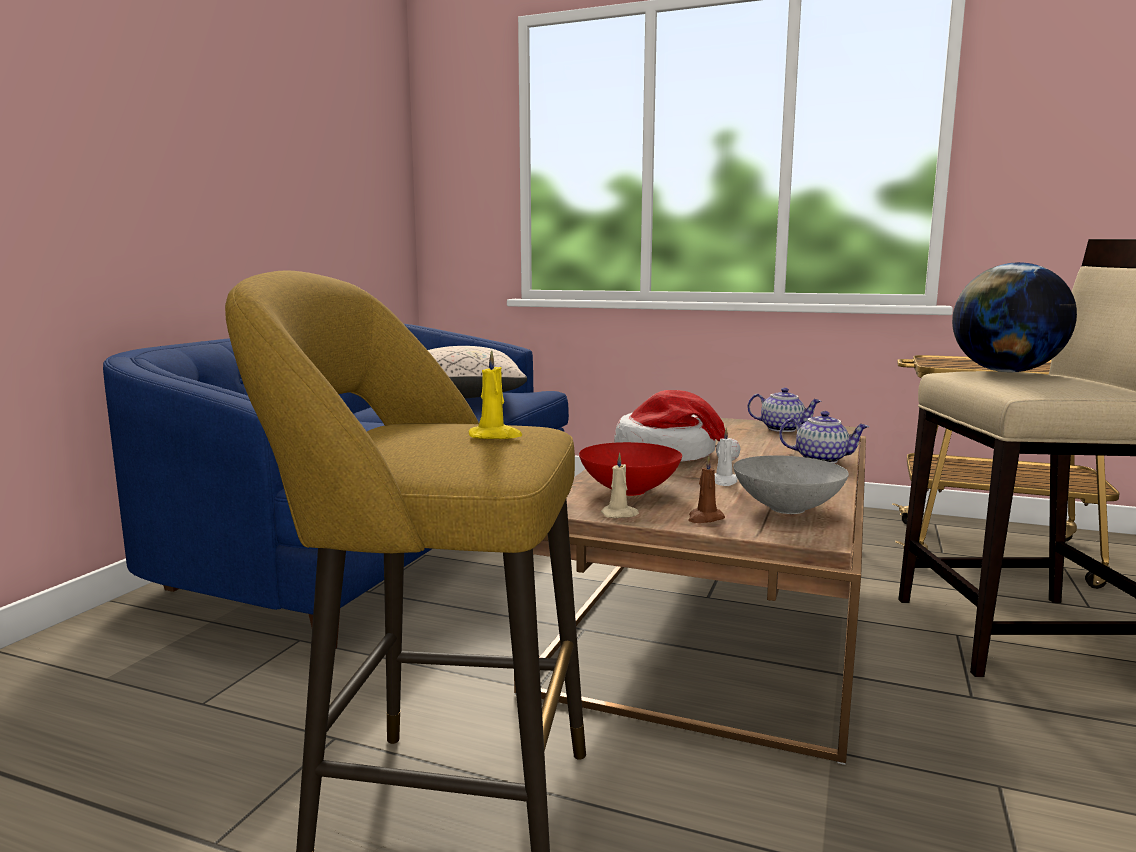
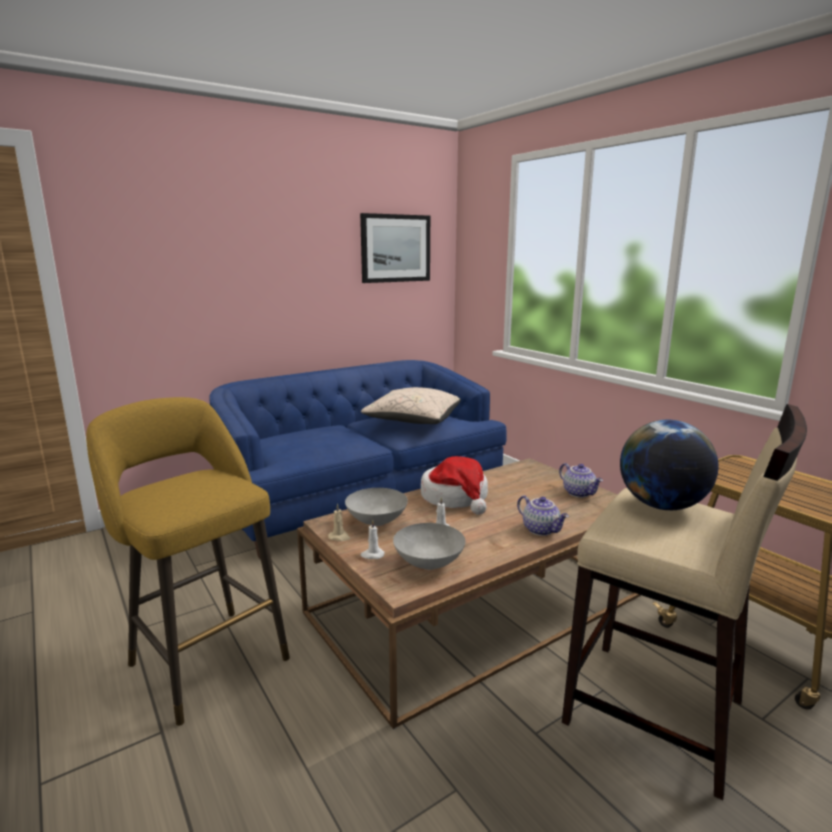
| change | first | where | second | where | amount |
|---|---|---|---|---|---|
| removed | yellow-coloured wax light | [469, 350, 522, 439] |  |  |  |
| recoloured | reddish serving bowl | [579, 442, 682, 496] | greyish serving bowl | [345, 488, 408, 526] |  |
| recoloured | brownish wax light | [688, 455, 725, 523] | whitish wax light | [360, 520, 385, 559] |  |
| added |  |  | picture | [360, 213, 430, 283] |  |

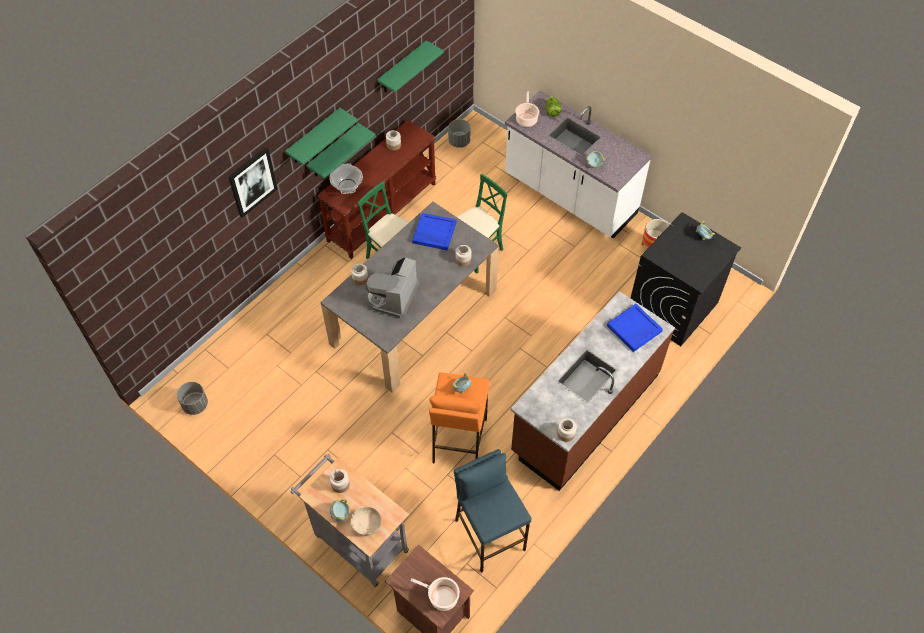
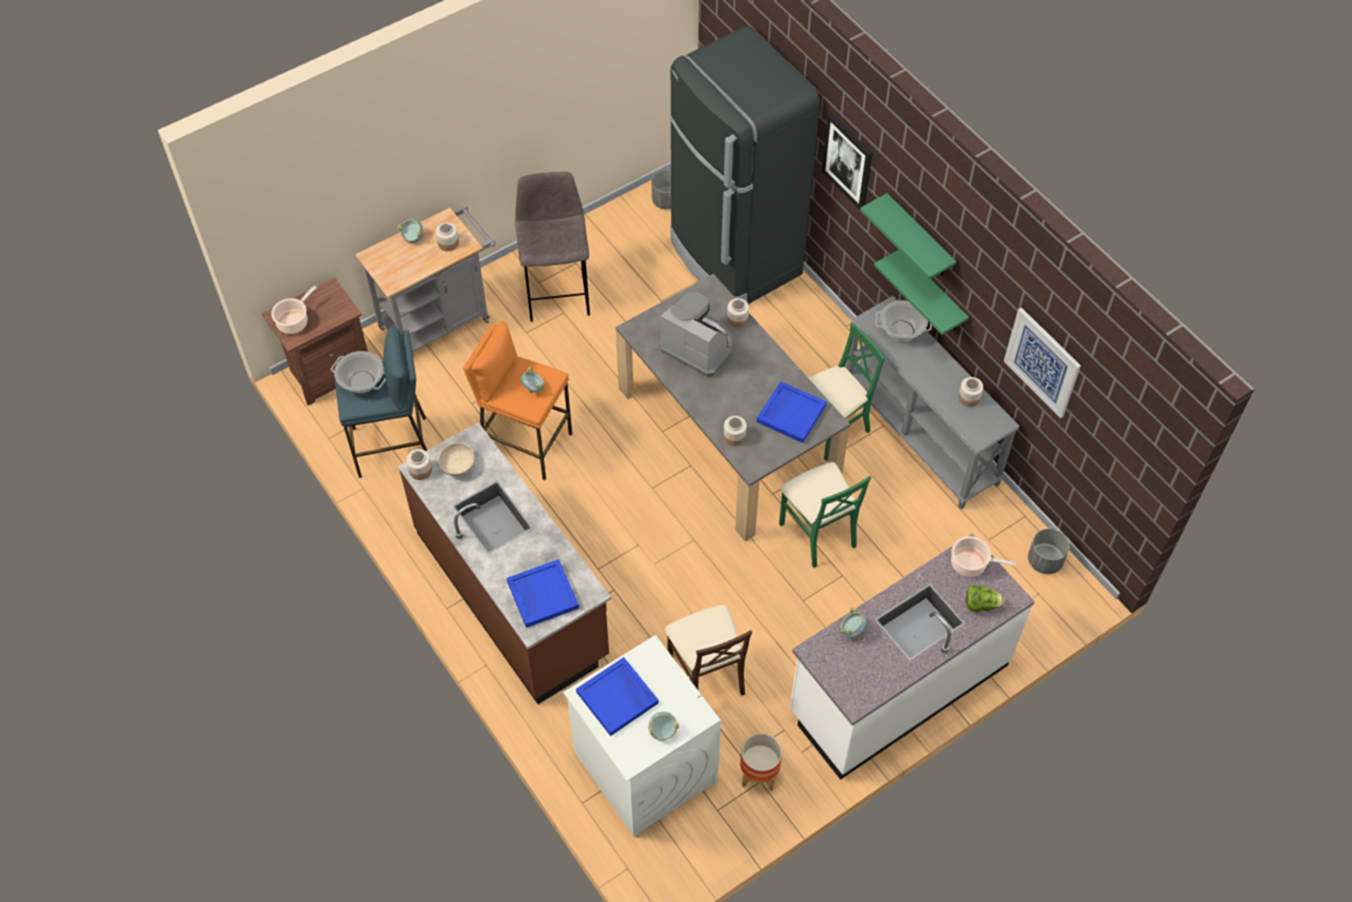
| change | first | where | second | where | amount |
|---|---|---|---|---|---|
| replaced | green-coloured shelf | [377, 40, 444, 92] | picture | [1004, 307, 1081, 418] |  |
| recoloured | brownish console table | [317, 120, 436, 259] | greyish console table | [846, 296, 1019, 509] |  |
| recoloured | blackish laundry appliance | [631, 212, 741, 346] | whitish laundry appliance | [563, 635, 721, 837] |  |
| moved | beige serving bowl | [350, 507, 381, 536] |  | [438, 443, 475, 477] |  |
| added |  |  | blackish refrigerator | [670, 26, 820, 304] |  |
| added |  |  | greyish stool seat | [515, 172, 590, 322] |  |
| added |  |  | cooking pot | [331, 351, 386, 393] |  |
| added |  |  | beige upright chair | [665, 605, 752, 696] |  |
| added |  |  | blue-coloured carrying tray | [576, 657, 659, 736] |  |

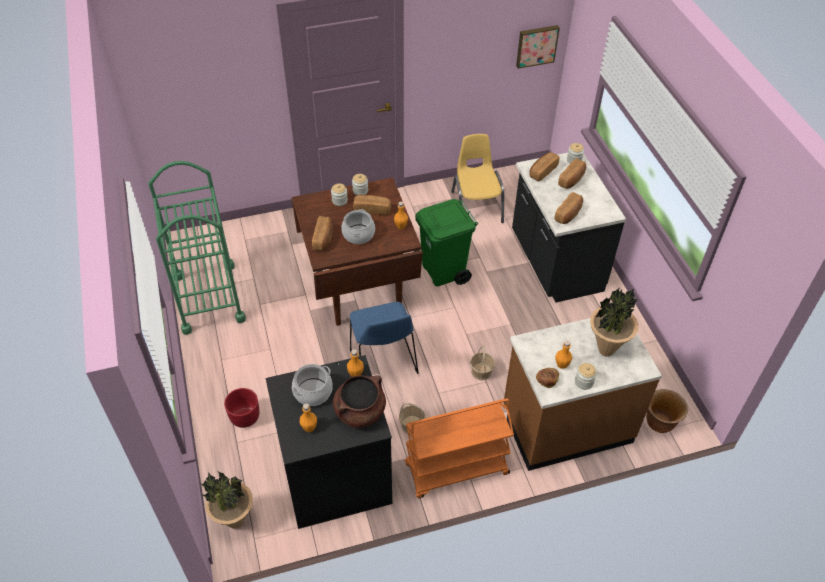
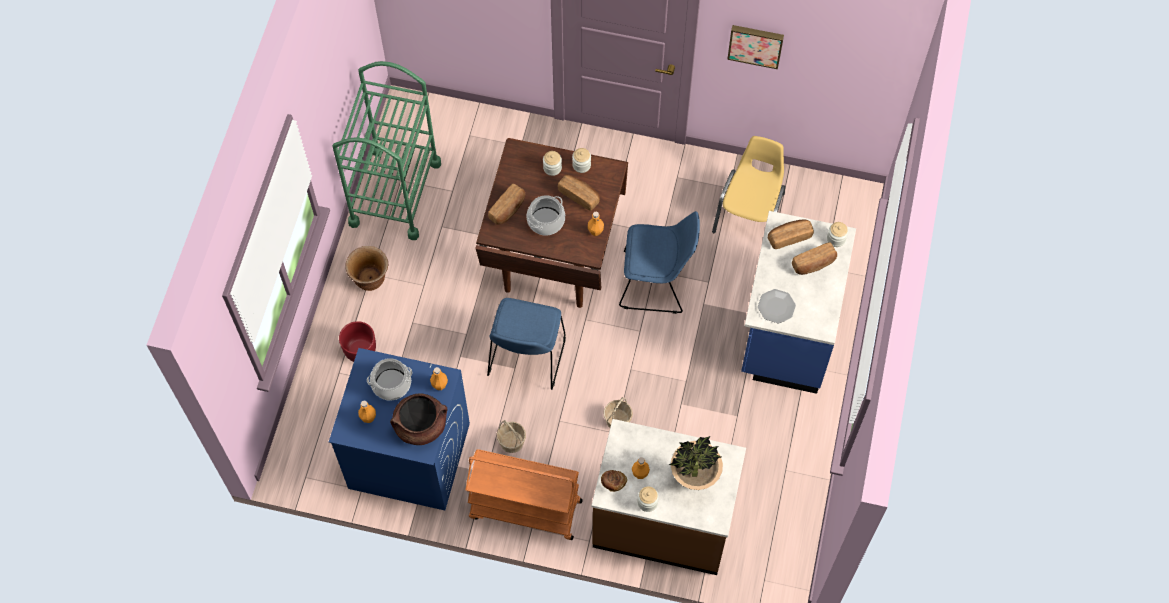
| change | first | where | second | where | amount |
|---|---|---|---|---|---|
| moved | picture | [516, 25, 560, 69] |  | [727, 25, 784, 69] |  |
| recoloured | blackish counter | [512, 153, 626, 302] | blue-coloured counter | [741, 211, 856, 394] |  |
| replaced | baked bread | [554, 192, 583, 224] | plate | [758, 289, 796, 323] |  |
| replaced | green-coloured rubbish bin | [415, 199, 478, 287] | blue-coloured upright chair | [619, 211, 700, 314] |  |
| recoloured | blackish laundry appliance | [265, 355, 392, 529] | blue-coloured laundry appliance | [329, 348, 470, 510] |  |
| moved | brownish plant pot | [646, 389, 688, 433] |  | [345, 246, 388, 291] |  |
| removed | plant in a pot | [201, 471, 253, 529] |  |  |  |

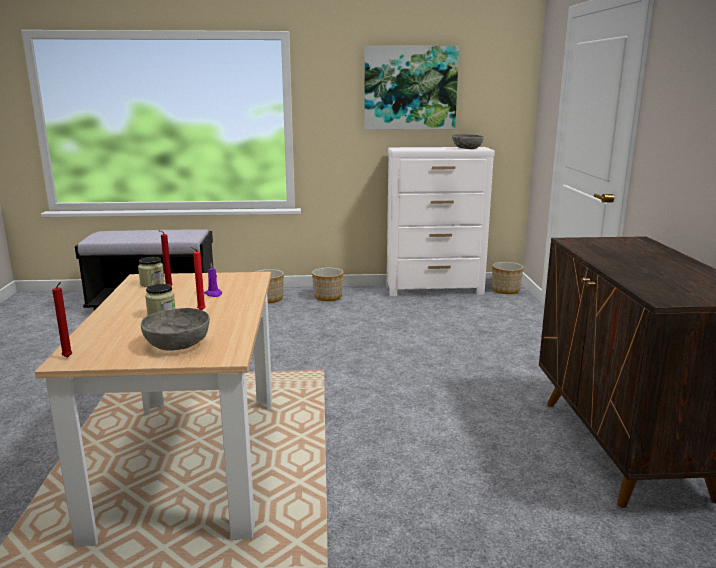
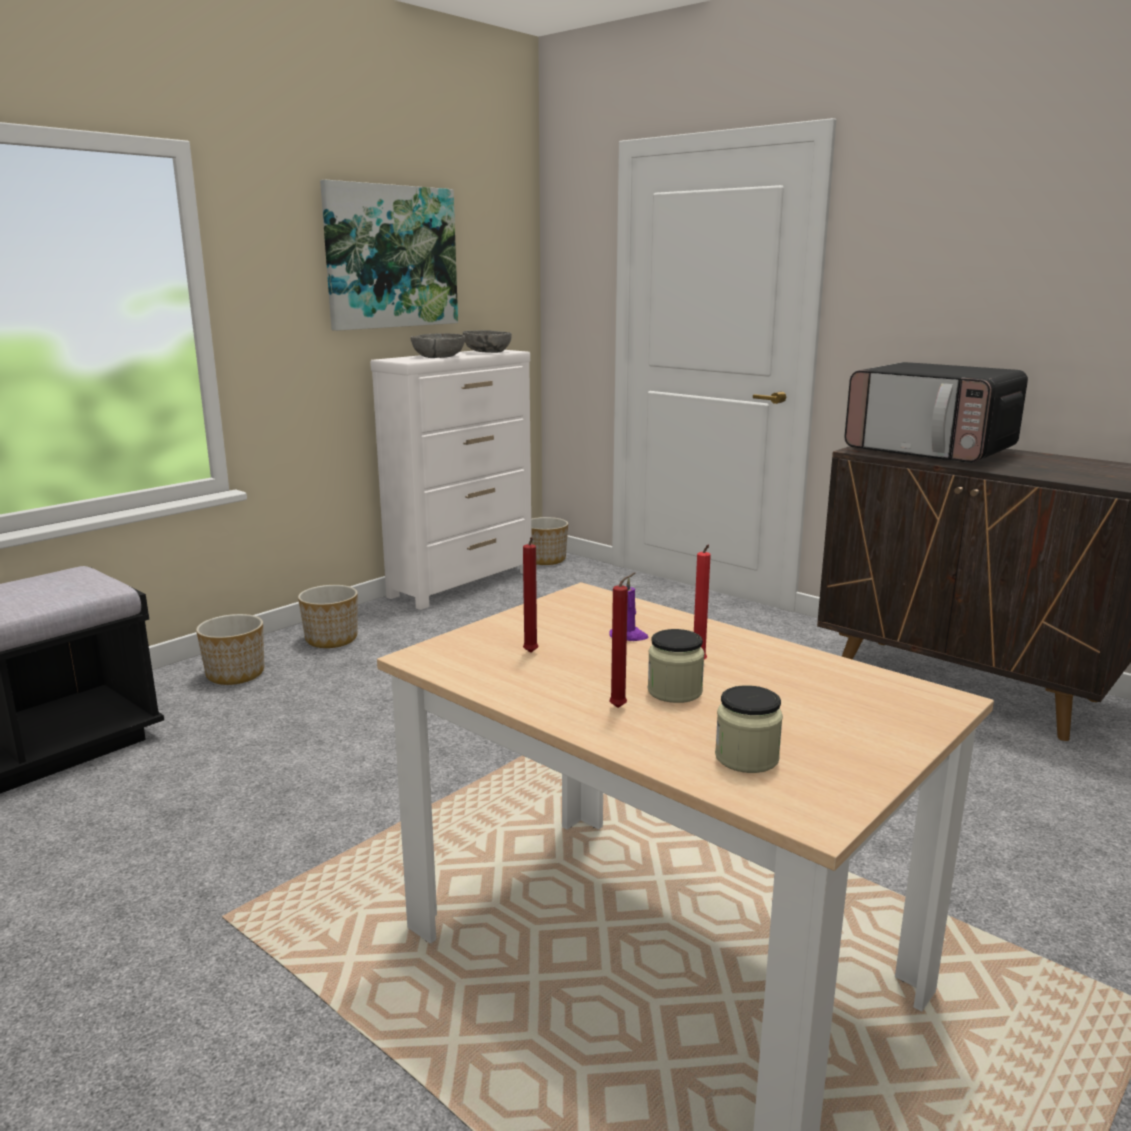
| change | first | where | second | where | amount |
|---|---|---|---|---|---|
| moved | jar | [138, 257, 165, 287] |  | [715, 685, 783, 773] |  |
| moved | reddish wax light | [52, 282, 72, 358] |  | [610, 573, 636, 708] |  |
| moved | greyish serving bowl | [141, 308, 210, 351] |  | [411, 333, 465, 358] |  |
| added |  |  | kitchen microwave | [845, 362, 1028, 463] |  |

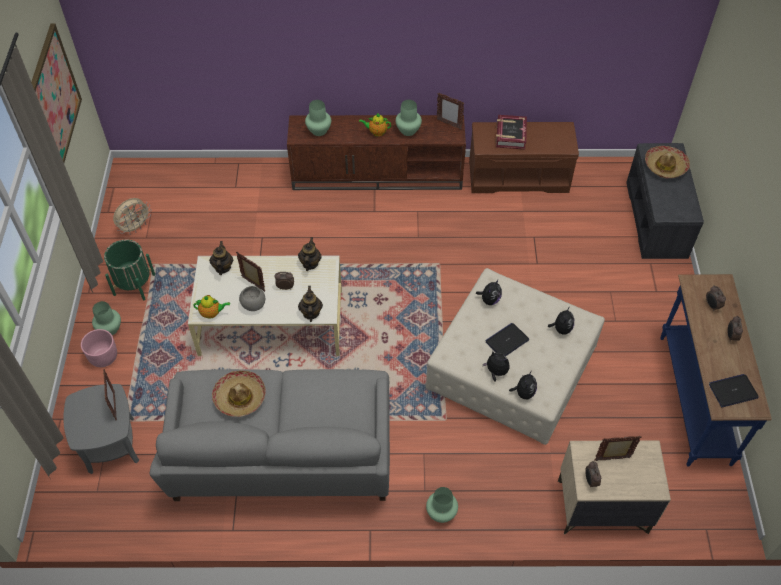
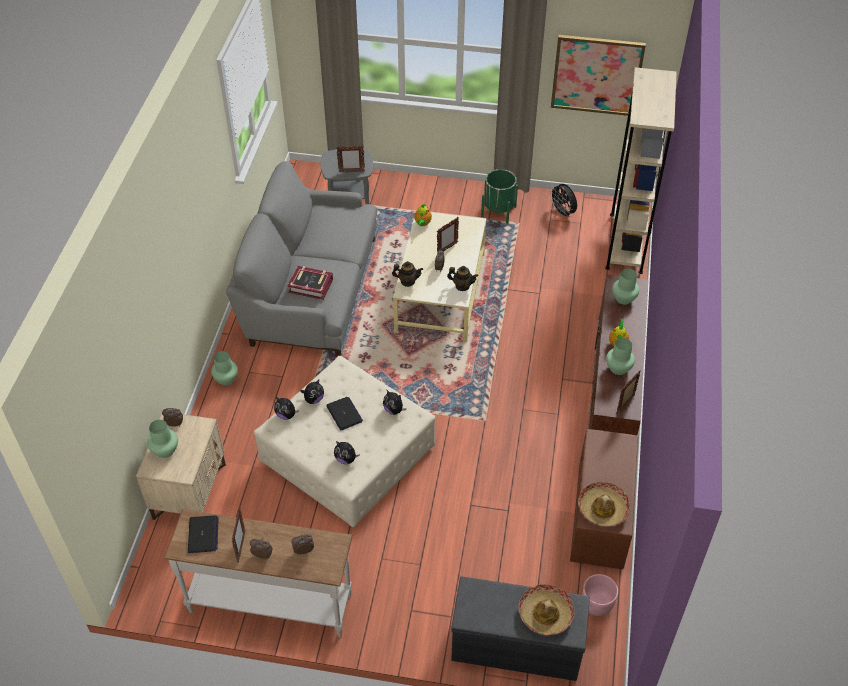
| change | first | where | second | where | amount |
|---|---|---|---|---|---|
| moved | book | [495, 115, 527, 149] |  | [288, 266, 333, 300] |  |
| recoloured | beige cooling fan | [113, 198, 152, 235] | blackish cooling fan | [549, 184, 577, 218] |  |
| removed | tea pot | [209, 241, 233, 275] |  |  |  |
| recoloured | blue-coloured console table | [660, 274, 771, 466] | whitish console table | [164, 509, 353, 637] |  |
| removed | greyish serving bowl | [239, 286, 265, 311] |  |  |  |
| moved | green-coloured flower vase | [92, 301, 121, 335] |  | [147, 420, 178, 458] |  |
| moved | pink-coloured plant pot | [81, 329, 117, 367] |  | [582, 574, 618, 616] |  |
| moved | hat | [212, 371, 266, 417] |  | [578, 482, 630, 526] |  |
| moved | standing frame | [594, 436, 642, 461] |  | [232, 507, 245, 563] |  |
| added |  |  | beige bookcase | [605, 67, 677, 274] |  |

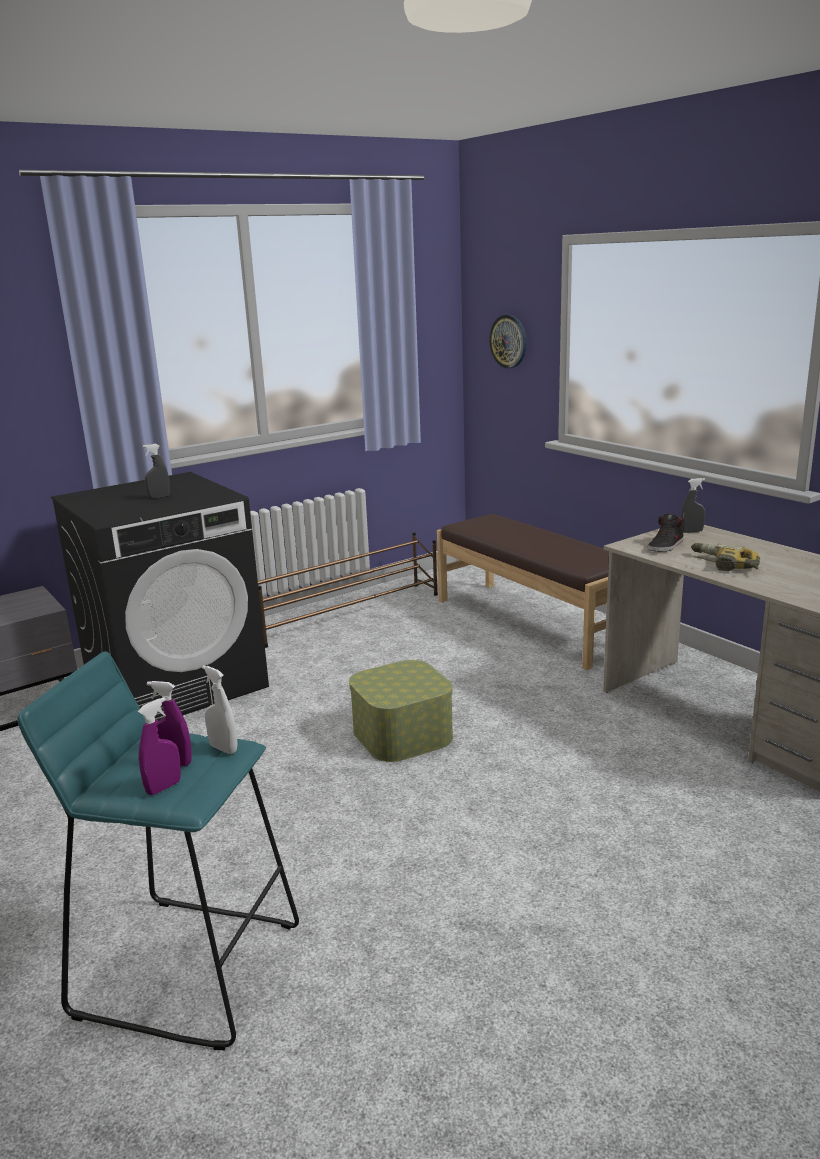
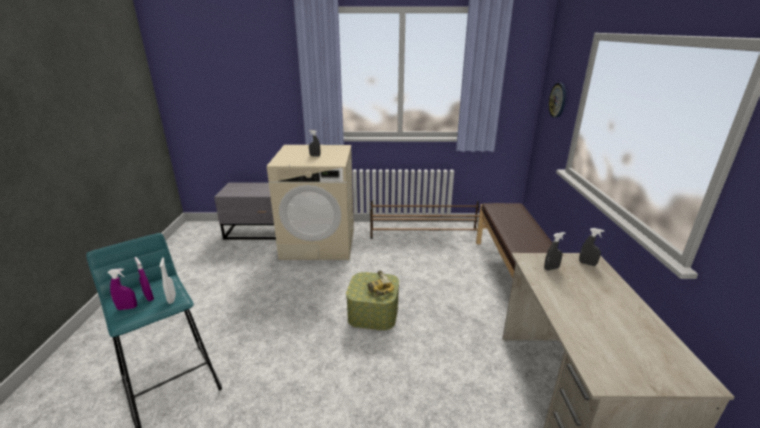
| change | first | where | second | where | amount |
|---|---|---|---|---|---|
| recoloured | blackish laundry appliance | [51, 472, 269, 721] | beige laundry appliance | [267, 145, 354, 260] |  |
| replaced | blackish low shoe | [648, 514, 684, 552] | greyish sprayer | [544, 232, 566, 270] |  |
| moved | electric drill | [691, 543, 760, 571] |  | [365, 270, 394, 297] |  |

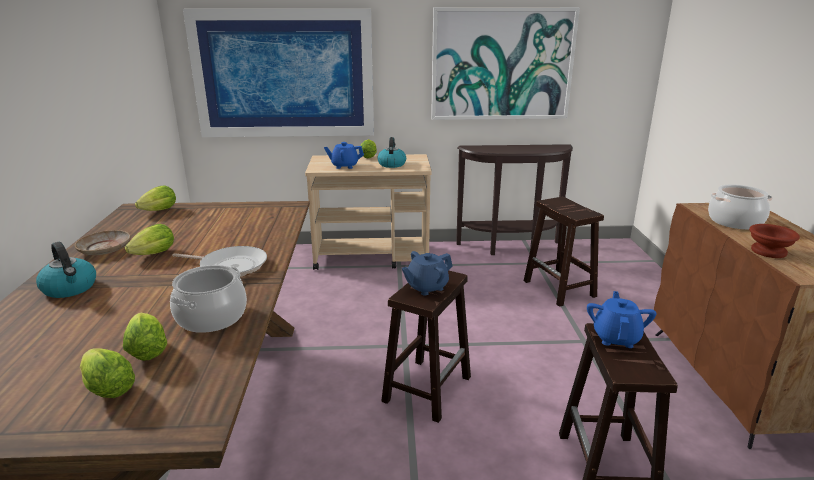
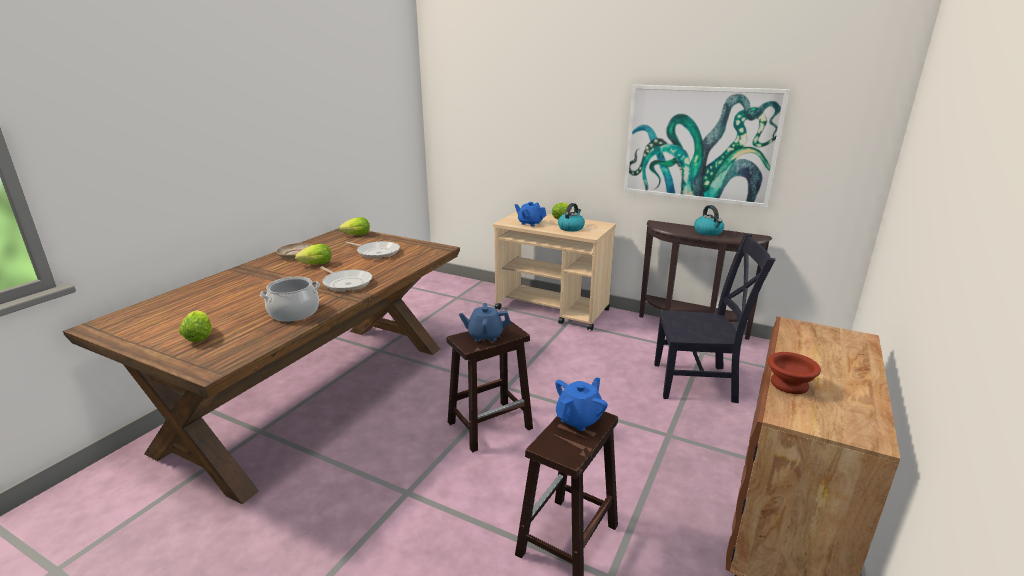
| change | first | where | second | where | amount |
|---|---|---|---|---|---|
| removed | picture | [183, 9, 374, 137] |  |  |  |
| removed | cooking pot | [708, 184, 773, 229] |  |  |  |
| replaced | brownish stool seat | [524, 197, 604, 307] | blackish upright chair | [654, 234, 775, 403] |  |
| moved | tea kettle | [36, 242, 96, 298] |  | [694, 205, 724, 236] |  |
| removed | lettuce head | [123, 313, 167, 361] |  |  |  |
| added |  |  | skillet | [346, 241, 400, 259] |  |

